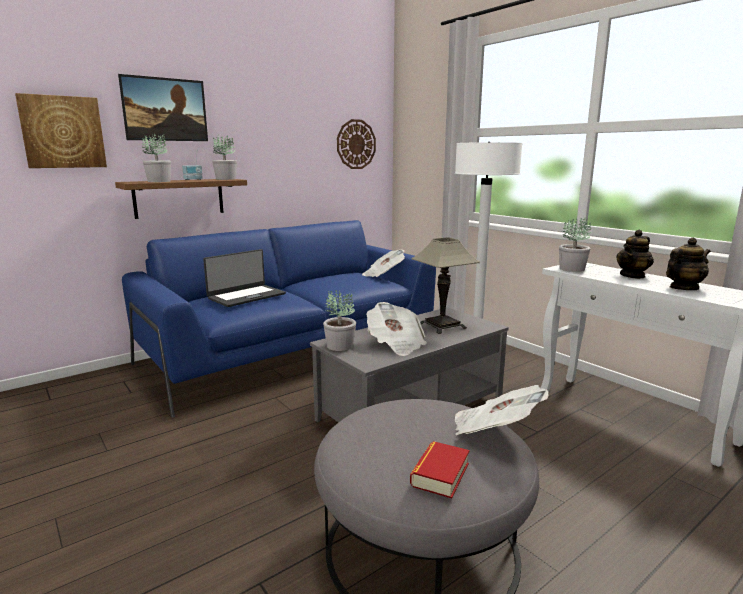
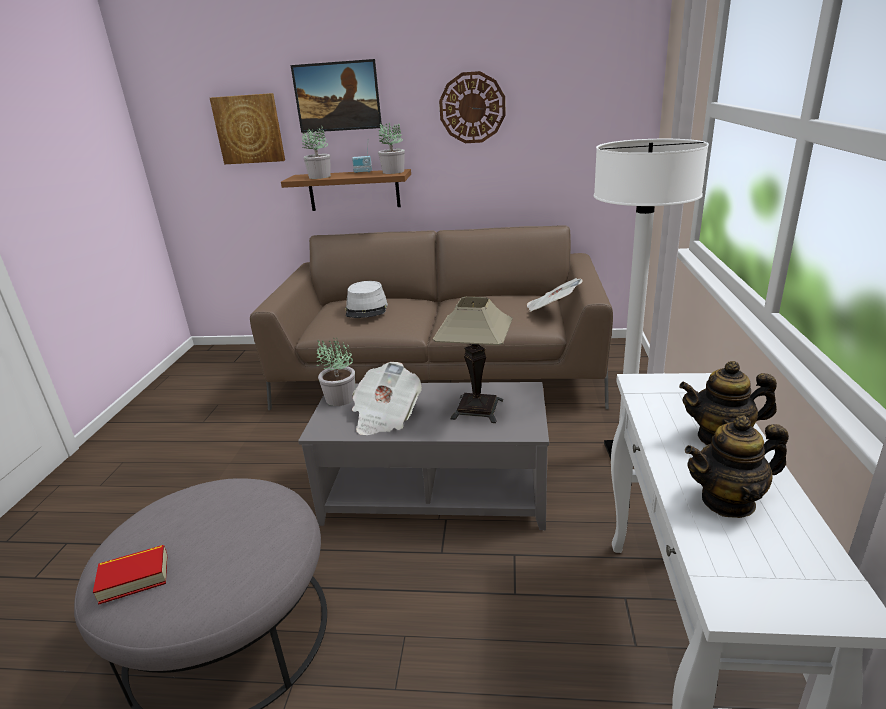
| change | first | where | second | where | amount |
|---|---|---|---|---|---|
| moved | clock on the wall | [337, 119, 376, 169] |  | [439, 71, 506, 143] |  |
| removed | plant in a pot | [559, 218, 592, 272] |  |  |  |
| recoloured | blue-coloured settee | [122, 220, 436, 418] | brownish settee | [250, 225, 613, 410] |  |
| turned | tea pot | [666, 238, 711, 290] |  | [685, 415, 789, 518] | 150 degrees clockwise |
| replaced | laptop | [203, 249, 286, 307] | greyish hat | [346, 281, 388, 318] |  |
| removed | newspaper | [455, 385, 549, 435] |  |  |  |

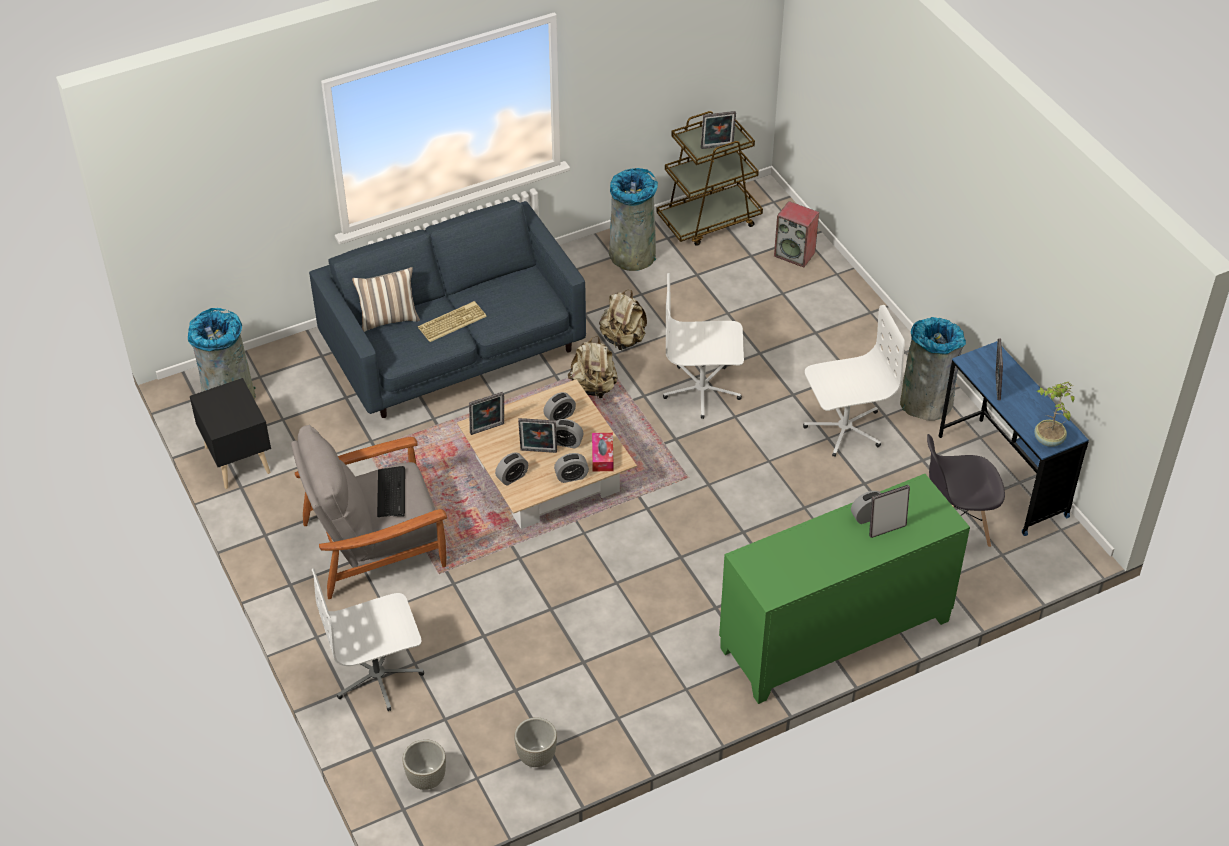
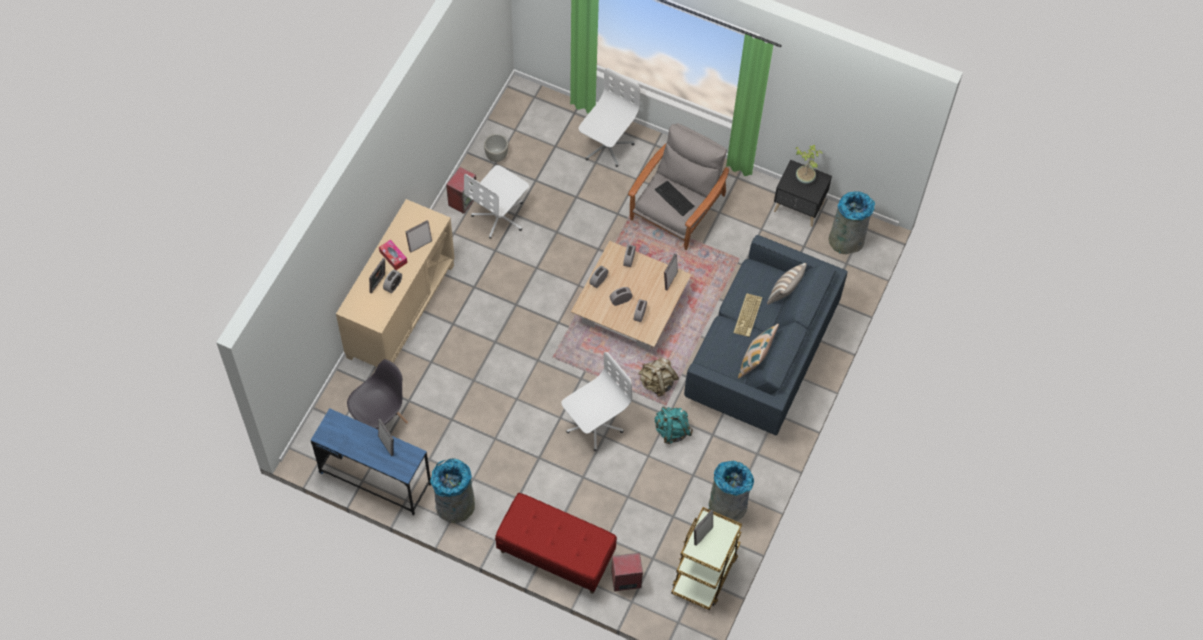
| change | first | where | second | where | amount |
|---|---|---|---|---|---|
| recoloured | beige backpack | [599, 290, 647, 350] | turquoise backpack | [655, 407, 693, 444] |  |
| moved | whitish office chair | [803, 305, 905, 457] |  | [464, 165, 529, 239] |  |
| moved | plant in a pot | [1034, 382, 1075, 447] |  | [796, 144, 823, 184] |  |
| moved | standing frame | [518, 418, 557, 453] |  | [406, 220, 432, 253] |  |
| moved | tissue holder | [592, 433, 613, 471] |  | [379, 239, 407, 270] |  |
| recoloured | green-coloured cupboard | [719, 474, 970, 704] | beige cupboard | [336, 199, 455, 367] |  |
| removed | greyish plant pot | [403, 739, 446, 790] |  |  |  |
| added |  |  | speaker | [446, 167, 476, 214] |  |
| added |  |  | pillow | [738, 324, 779, 378] |  |
| added |  |  | reddish long seat | [495, 493, 617, 594] |  |

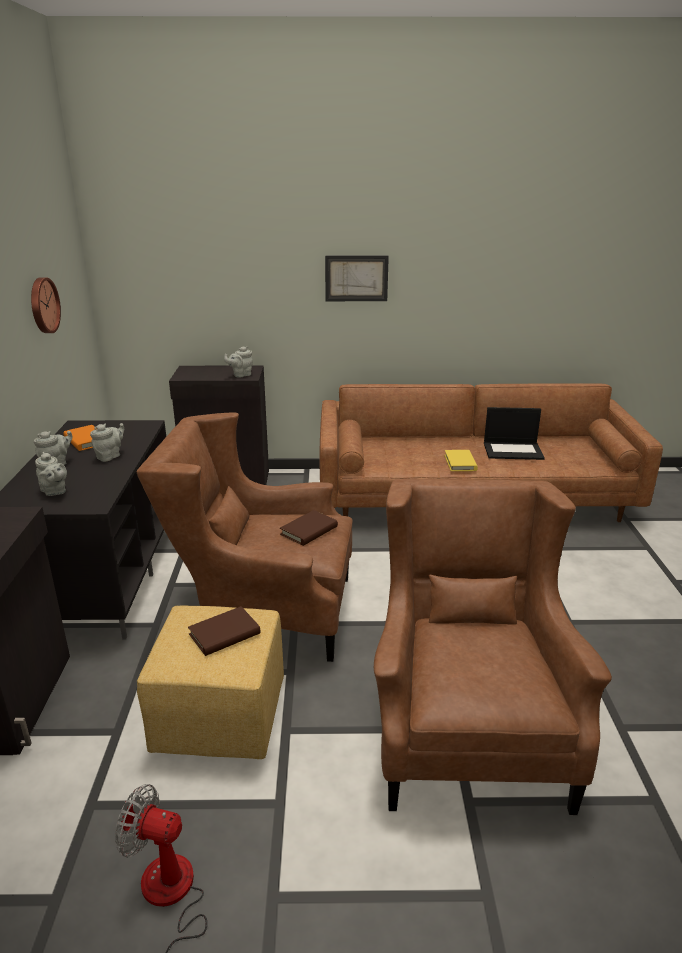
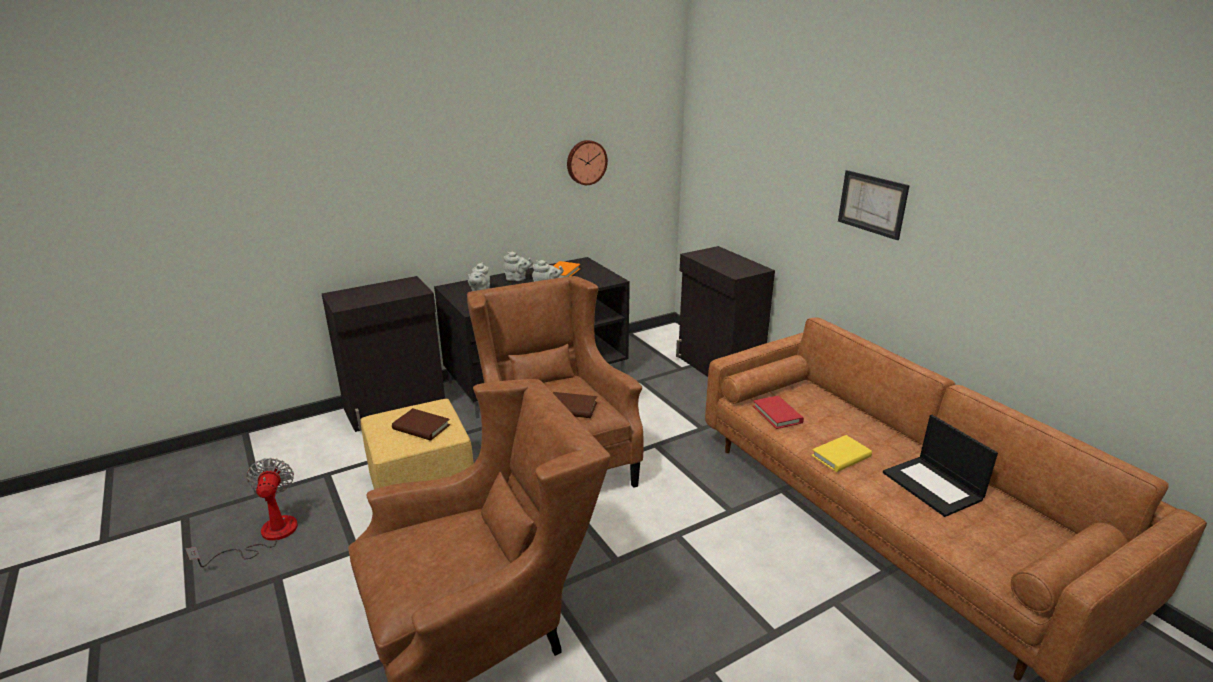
| change | first | where | second | where | amount |
|---|---|---|---|---|---|
| removed | greyish tea pot | [224, 346, 253, 378] |  |  |  |
| added |  |  | reddish book | [753, 396, 804, 429] |  |

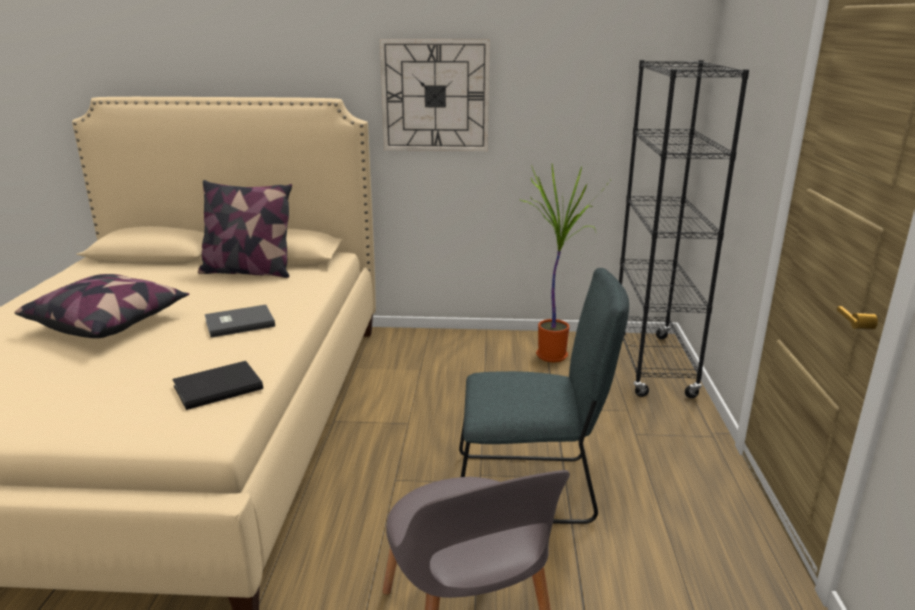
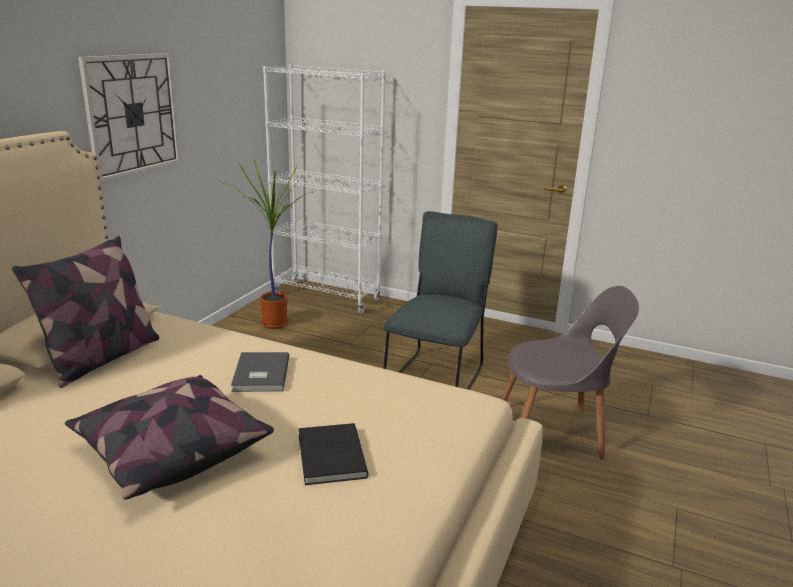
| change | first | where | second | where | amount |
|---|---|---|---|---|---|
| recoloured | blackish bookcase | [619, 60, 749, 398] | whitish bookcase | [263, 64, 386, 314] |  |
| moved | blackish book | [172, 361, 263, 410] |  | [298, 423, 369, 485] |  |

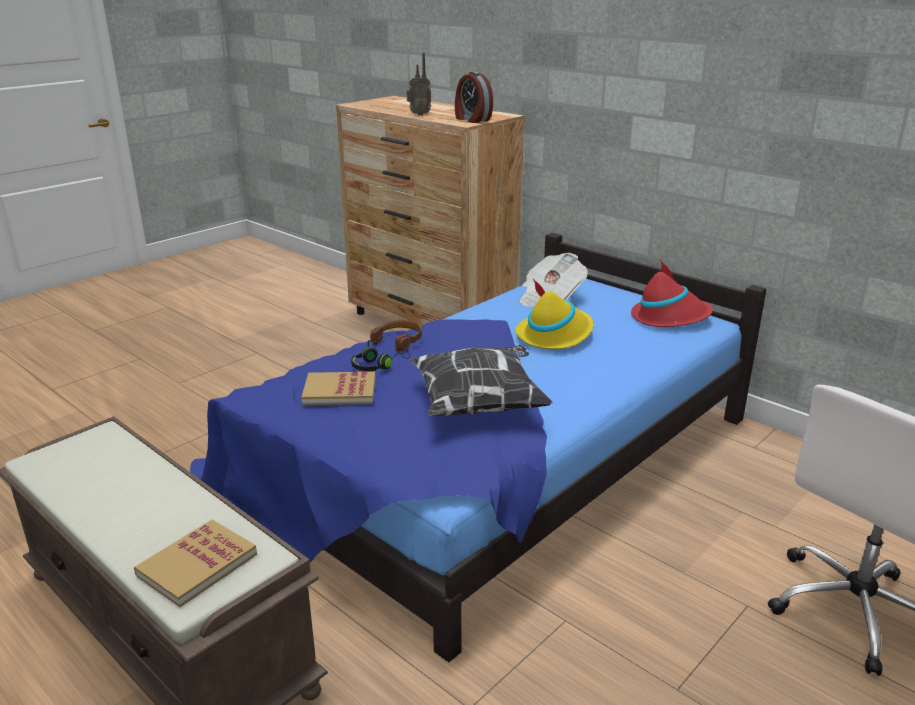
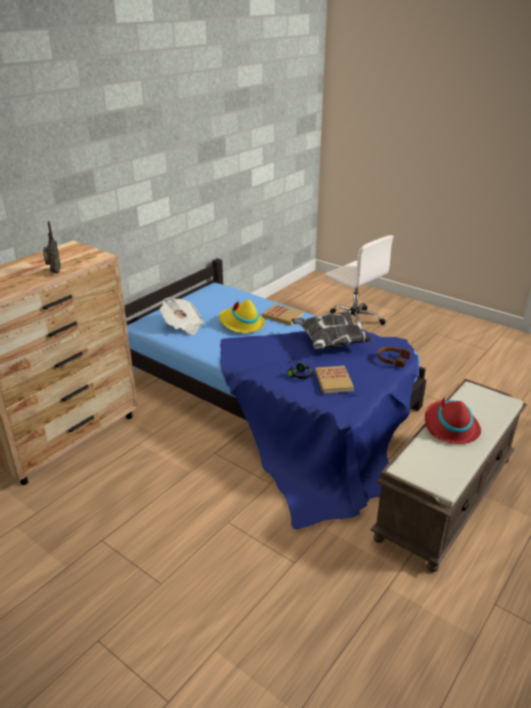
| change | first | where | second | where | amount |
|---|---|---|---|---|---|
| removed | bedside clock | [455, 72, 493, 123] |  |  |  |
| moved | reddish hat | [631, 260, 713, 327] |  | [425, 397, 481, 444] |  |
| moved | brownish pair of headphones | [370, 320, 422, 352] |  | [378, 347, 410, 367] |  |
| moved | book | [134, 520, 257, 607] |  | [262, 304, 303, 325] |  |

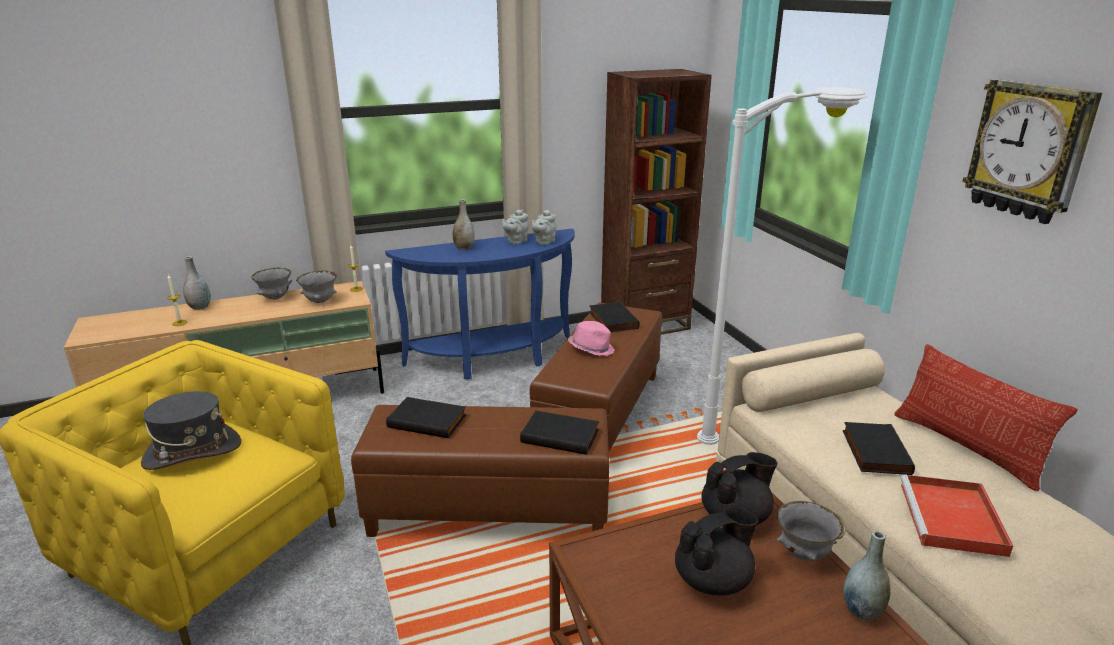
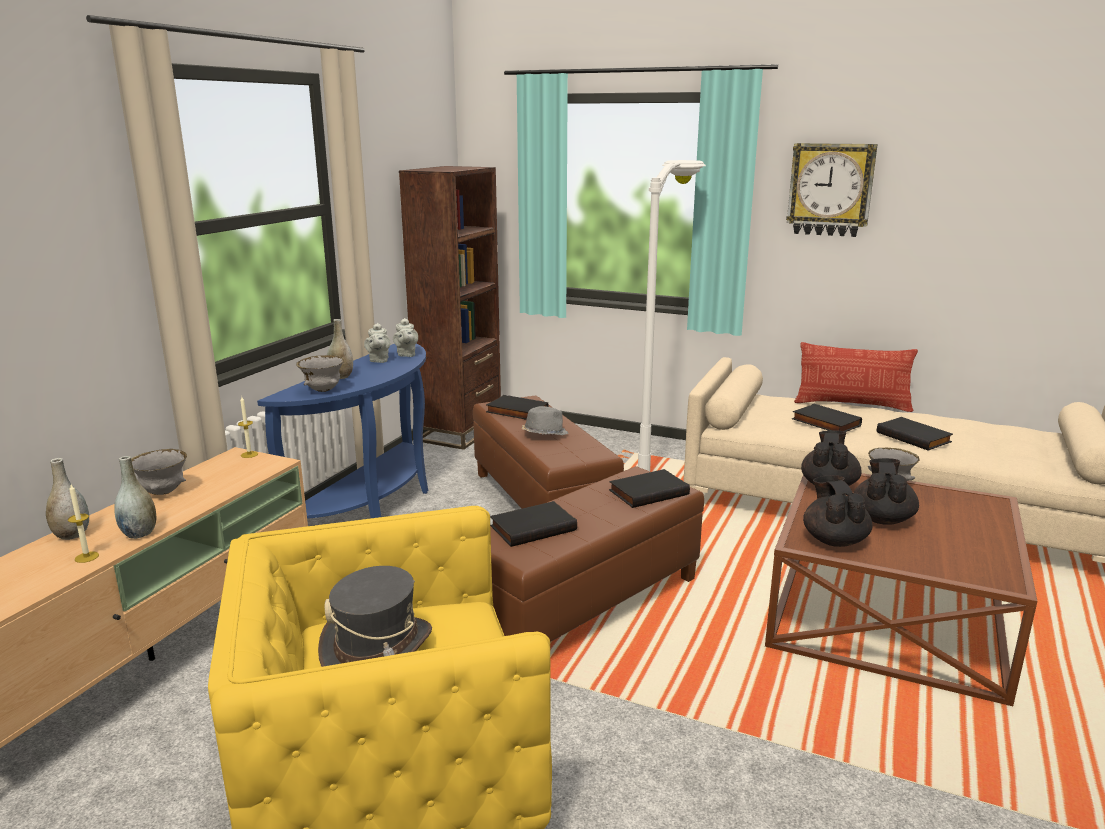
| change | first | where | second | where | amount |
|---|---|---|---|---|---|
| moved | greyish serving bowl | [296, 270, 337, 303] |  | [296, 355, 344, 392] |  |
| recoloured | pink-coloured hat | [568, 321, 615, 356] | greyish hat | [522, 406, 568, 435] |  |
| replaced | reddish carrying tray | [900, 475, 1013, 557] | blackish book | [877, 417, 953, 451] |  |
| moved | greyish flower vase | [843, 531, 890, 620] |  | [114, 456, 156, 539] |  |
| added |  |  | blackish tea pot | [803, 475, 873, 547] |  |

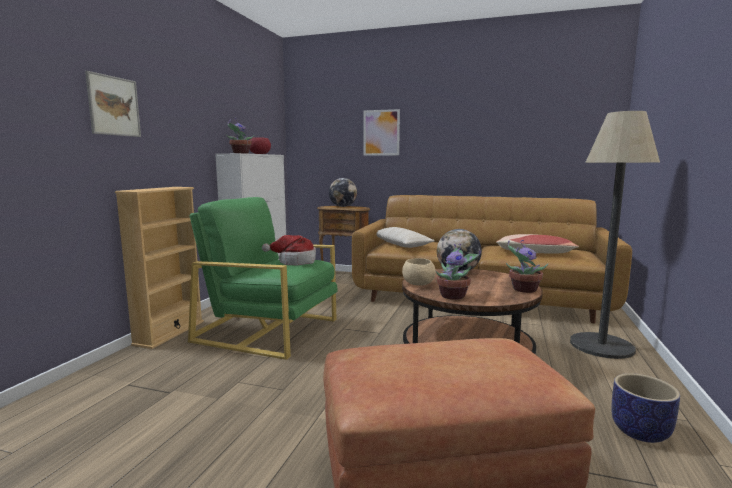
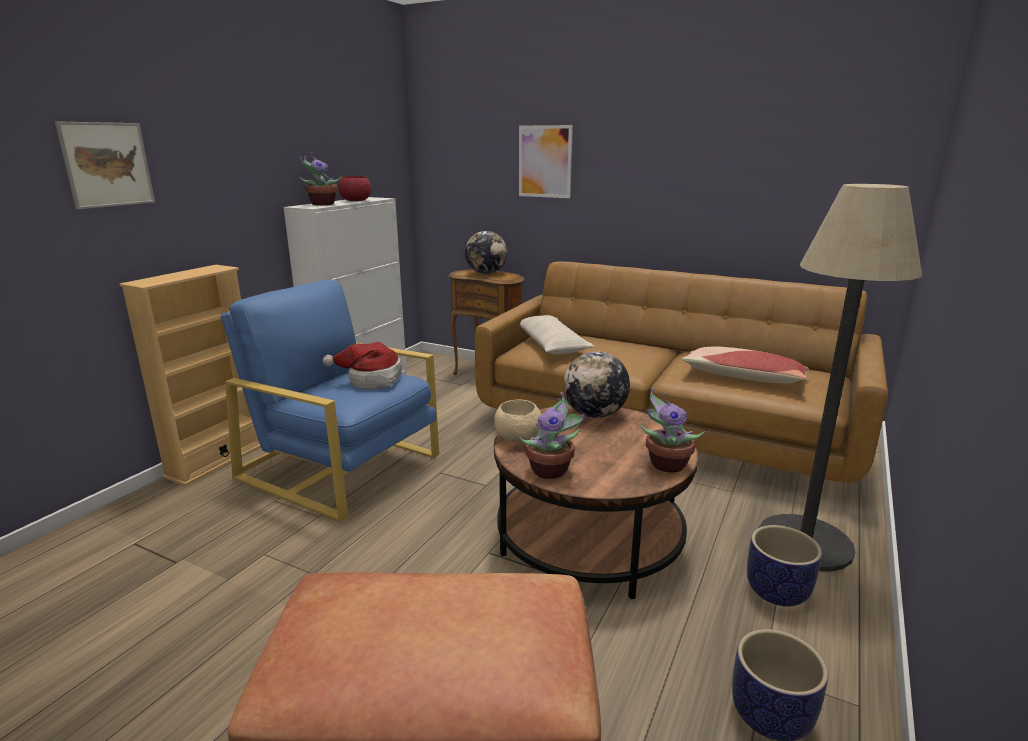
| change | first | where | second | where | amount |
|---|---|---|---|---|---|
| recoloured | green-coloured easy chair | [188, 197, 337, 360] | blue-coloured easy chair | [221, 279, 439, 522] |  |
| added |  |  | plant pot | [747, 525, 822, 607] |  |

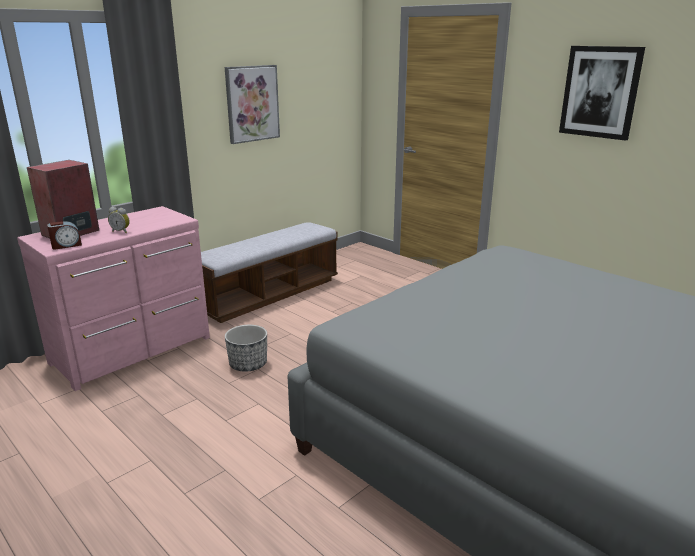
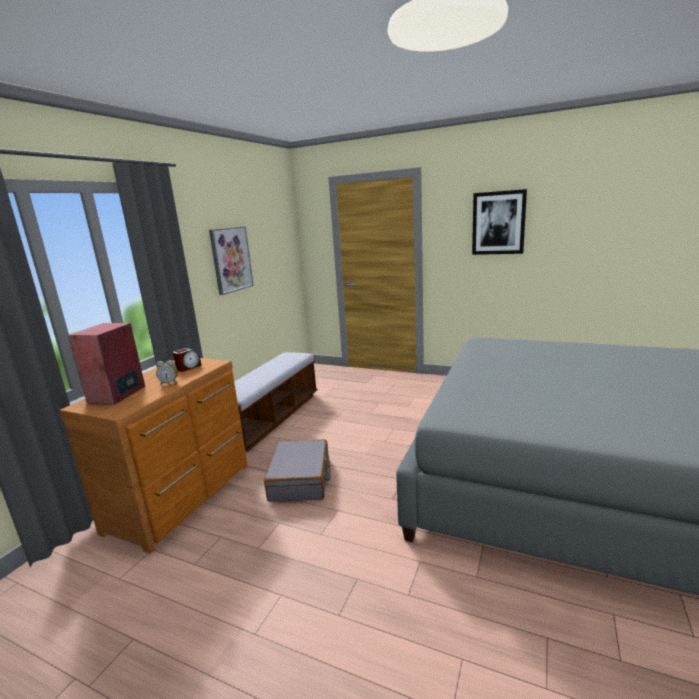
| change | first | where | second | where | amount |
|---|---|---|---|---|---|
| recoloured | pink-coloured dresser | [17, 206, 210, 391] | brownish dresser | [59, 358, 248, 553] |  |
| moved | bedside clock | [47, 221, 82, 249] |  | [173, 348, 201, 372] |  |
| replaced | plant pot | [225, 325, 267, 372] | greyish travel case | [264, 439, 331, 502] |  |

